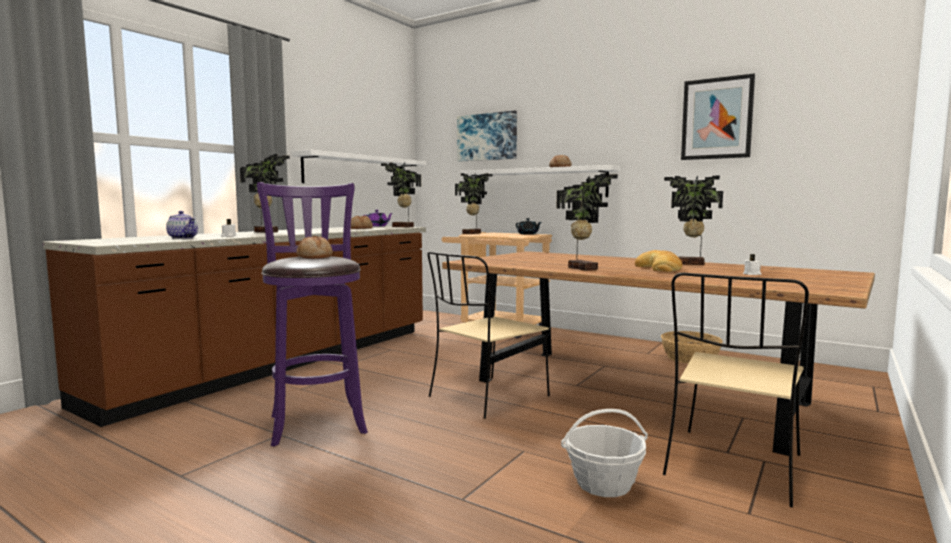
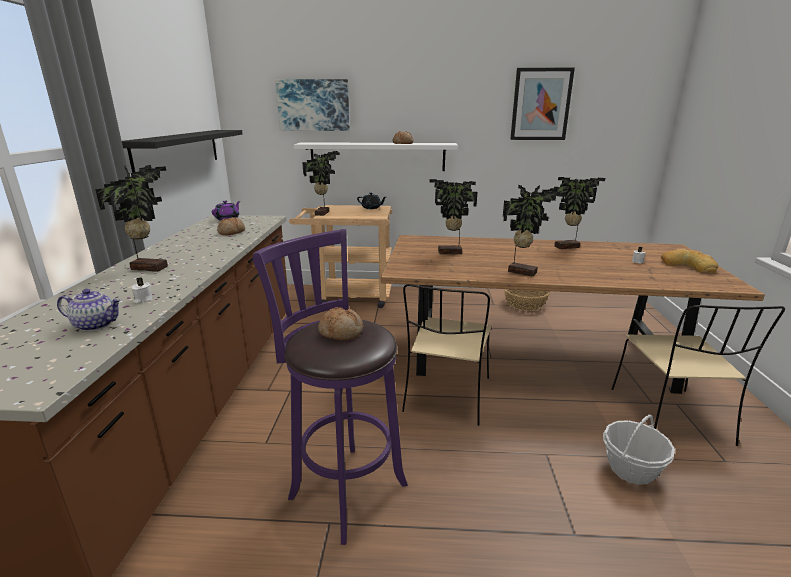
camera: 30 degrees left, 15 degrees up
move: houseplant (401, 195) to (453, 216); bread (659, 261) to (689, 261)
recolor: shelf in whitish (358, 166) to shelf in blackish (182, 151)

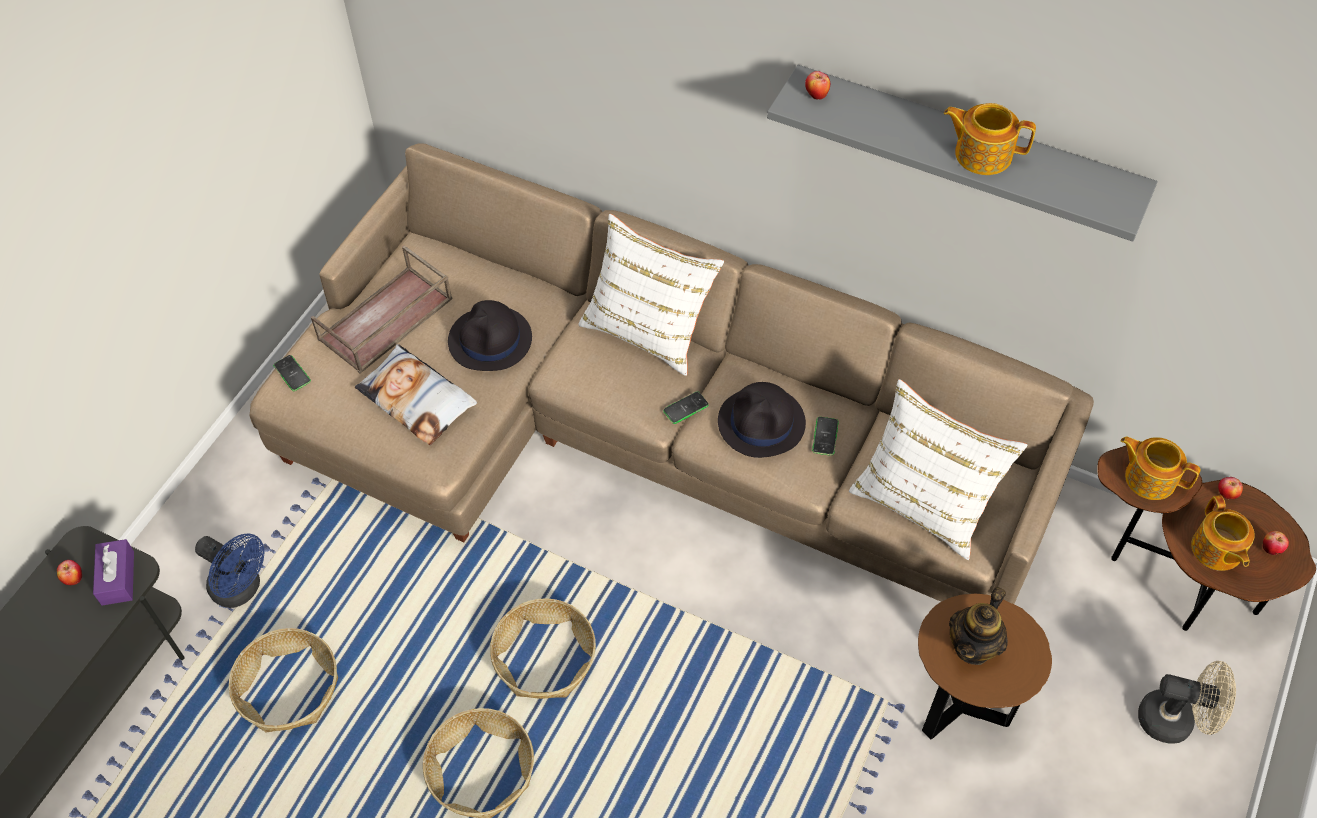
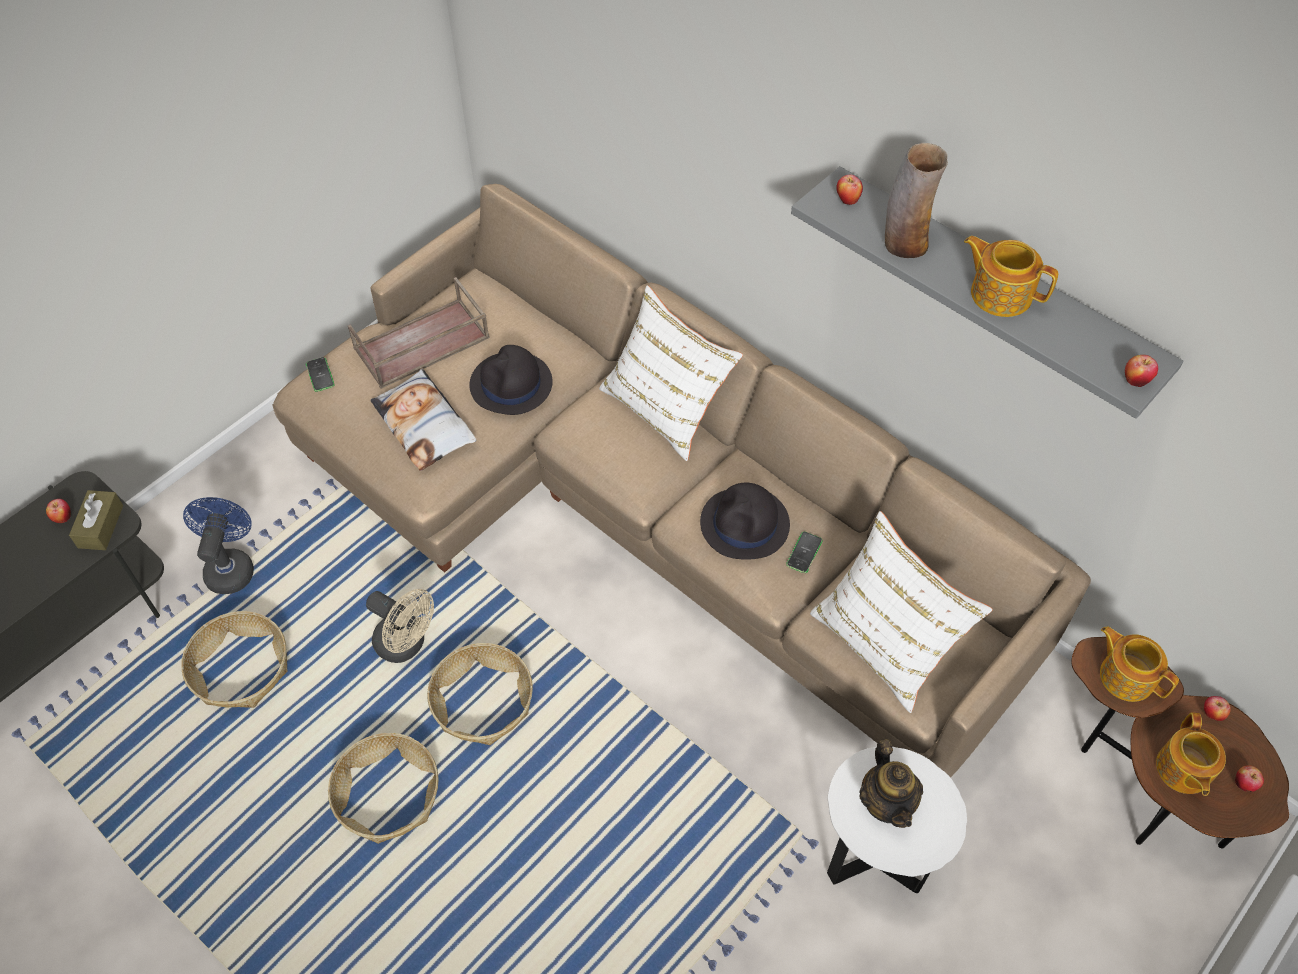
camera: 15 degrees right, 0 degrees up
delete: telephone (686, 407)
insert: flower vase (916, 200); apple (1141, 371)
move: cooling fan in sand-coloured (1187, 702) to (400, 626)
recolor: tissue holder in purple (113, 572) to tissue holder in brown (96, 520); accent table in brown (985, 666) to accent table in whitish (897, 820)
rotate: cooling fan in blue-coloured (229, 570) = (218, 545) 135 degrees counterclockwise; tea pot (978, 626) = (891, 783) 60 degrees counterclockwise

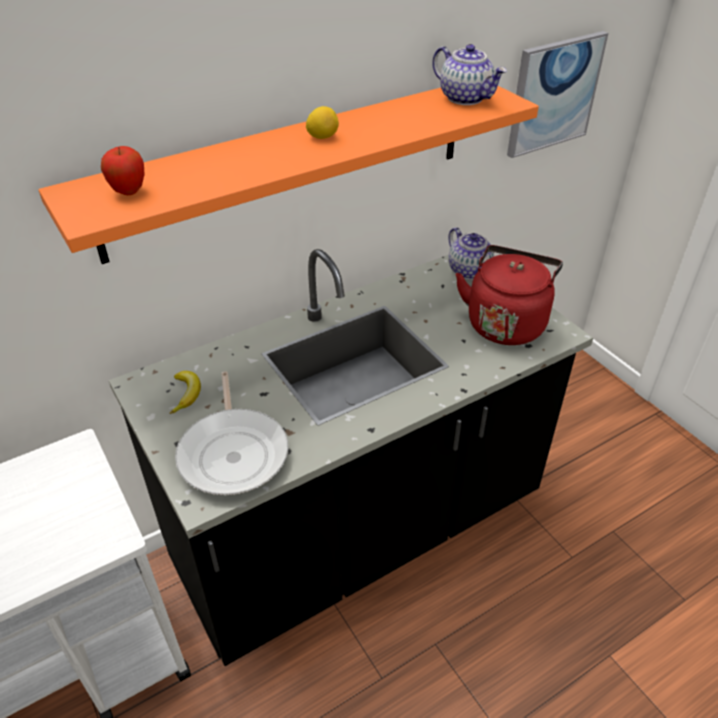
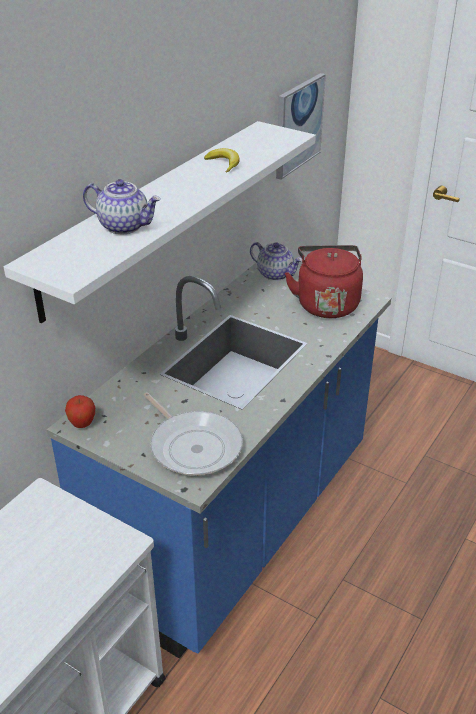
camera: 25 degrees left, 5 degrees down
delete: lemon (322, 122)
move: apple (123, 170) to (80, 411); whole banana (185, 392) to (222, 160); tea pot (469, 74) to (122, 206)
recolor: shelf in orange (288, 175) to shelf in whitish (160, 222); kitchen base unit in blackish (351, 457) to kitchen base unit in blue-coloured (219, 461)

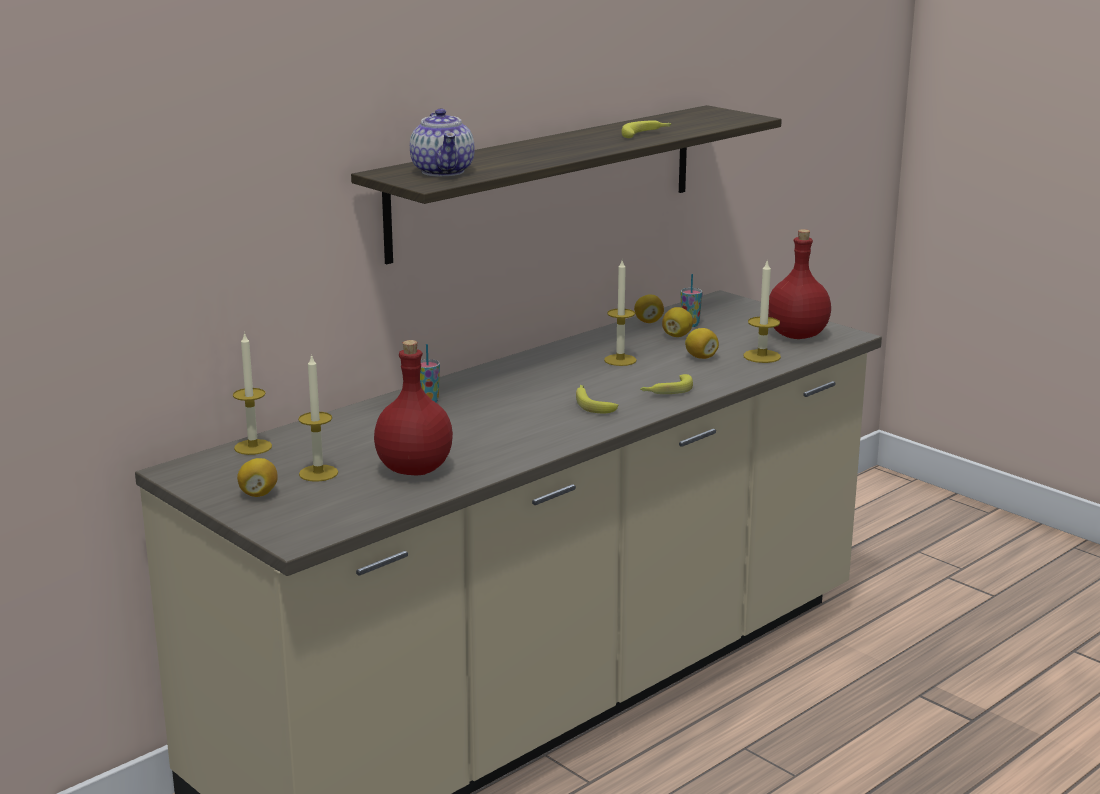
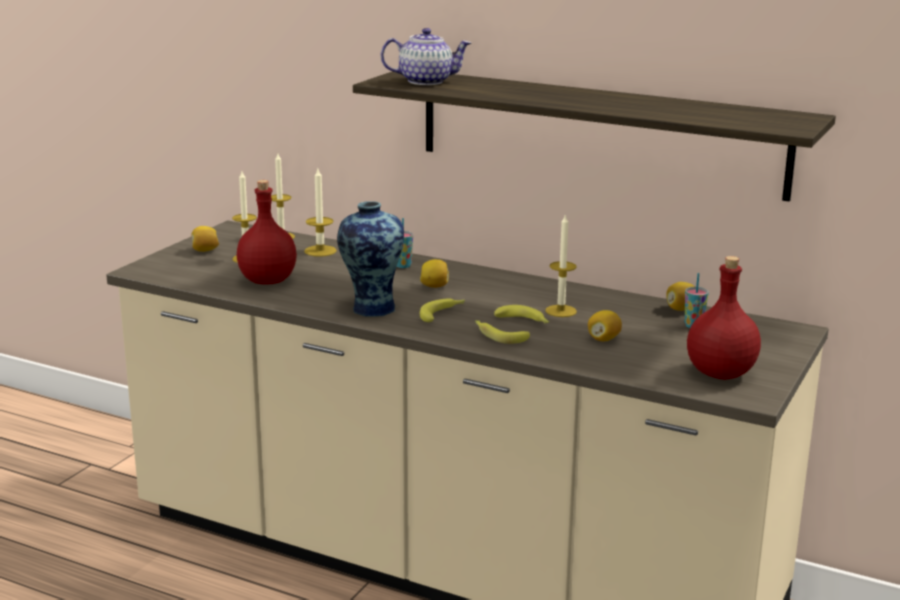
camera: 70 degrees right, 0 degrees up
insert: flower vase (370, 259)
move: whole banana (646, 129) to (521, 314); lemon (677, 322) to (434, 273); wax light (762, 312) to (320, 213)
rotate: tea pot (442, 142) = (426, 56) 150 degrees counterclockwise

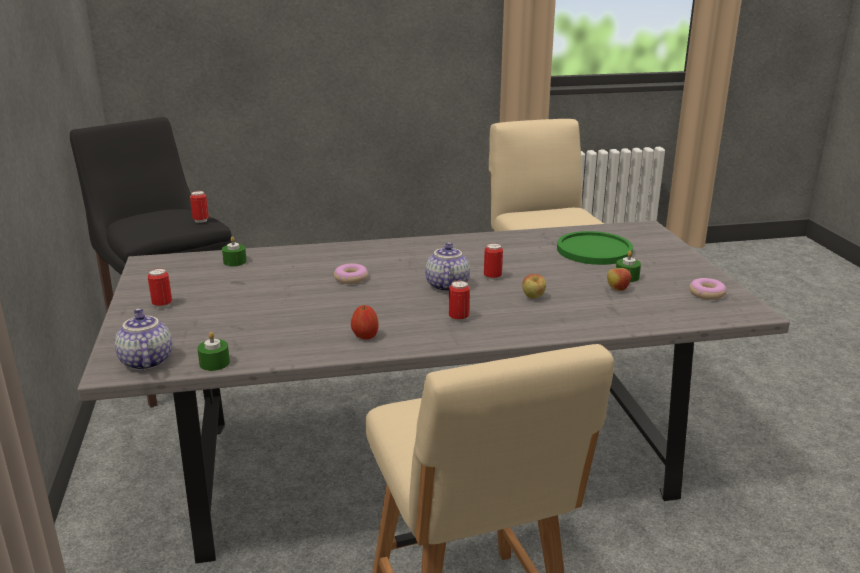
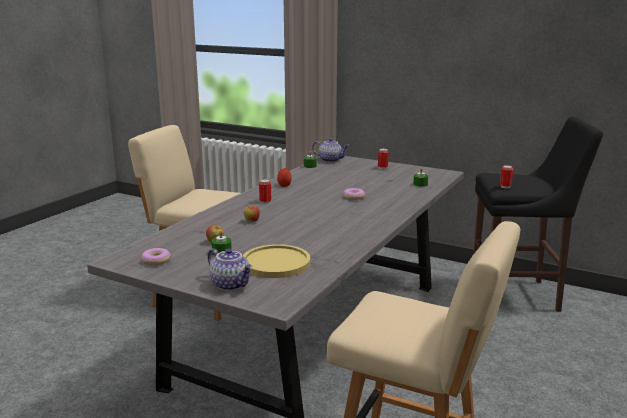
camera: 130 degrees right, 5 degrees down
delete: metal can (493, 262)
move: tea pot (447, 267) to (230, 269)
recolor: flat dish in green (595, 248) to flat dish in yellow (276, 261)

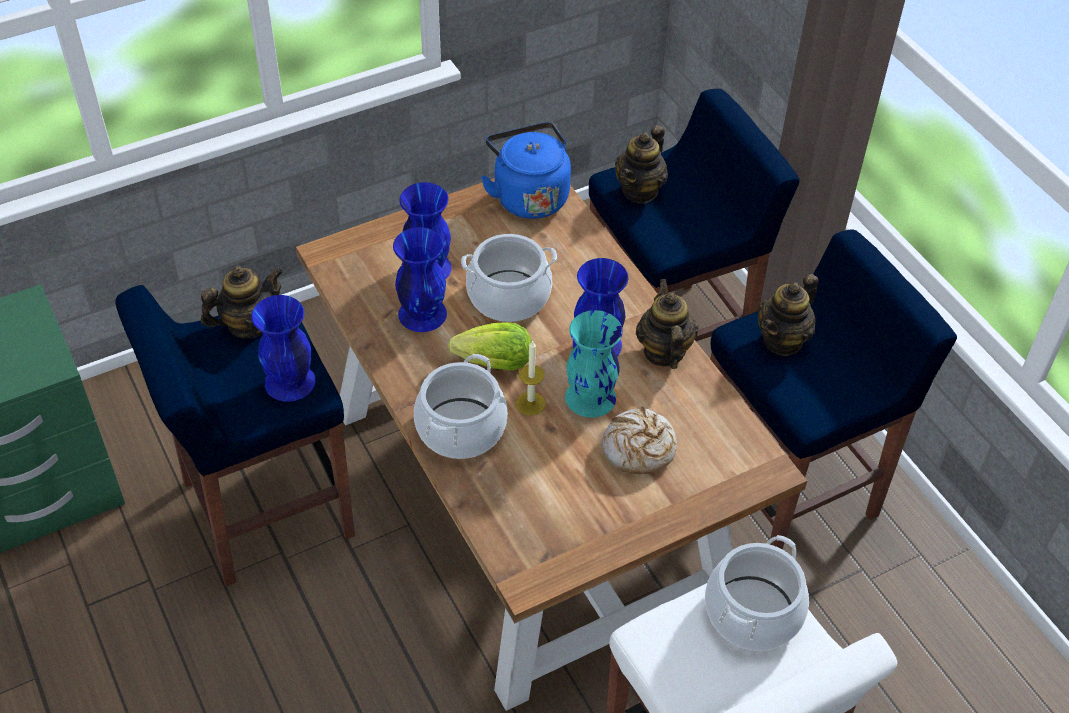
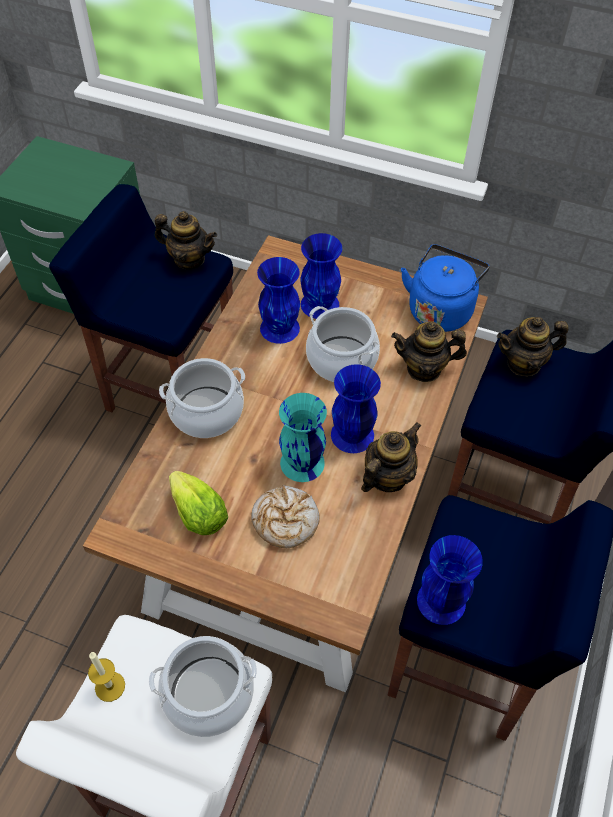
camera: 50 degrees right, 5 degrees up
move: flower vase in blue-coloured (283, 348) to (450, 580); lettuce (489, 346) to (198, 503); wax light (531, 377) to (106, 677); tea pot (788, 315) to (429, 352)

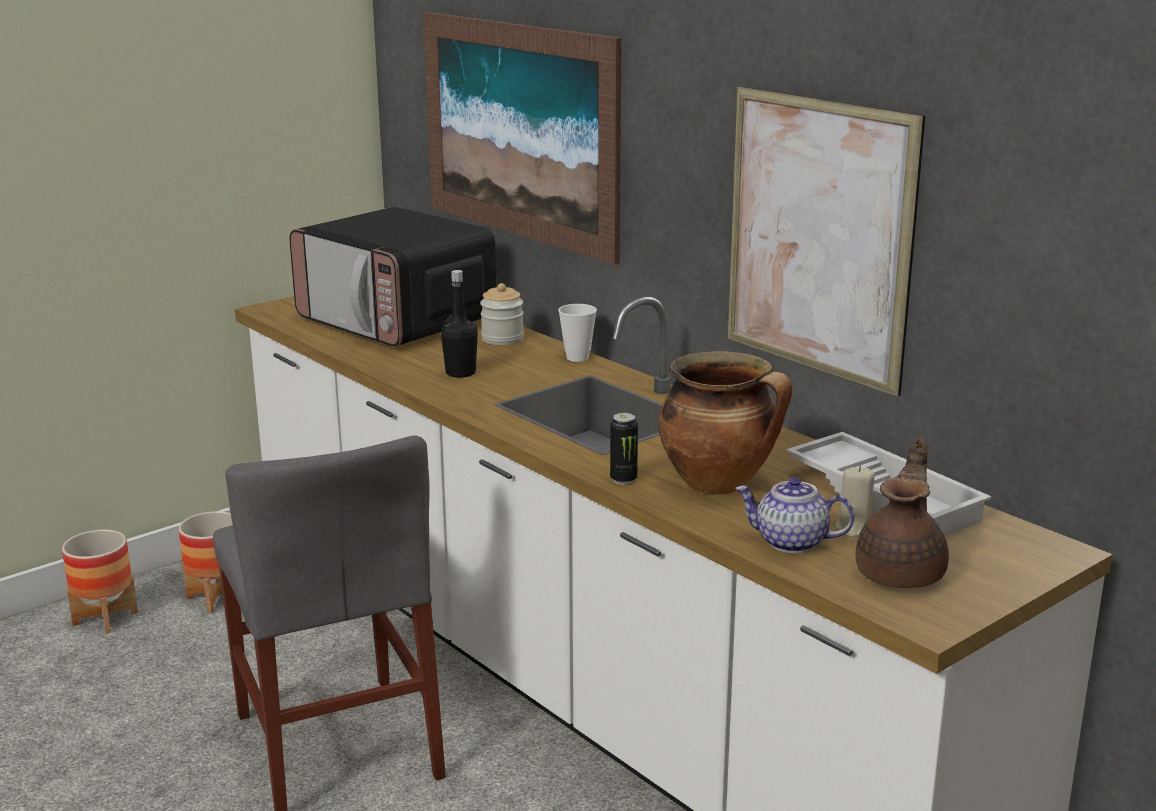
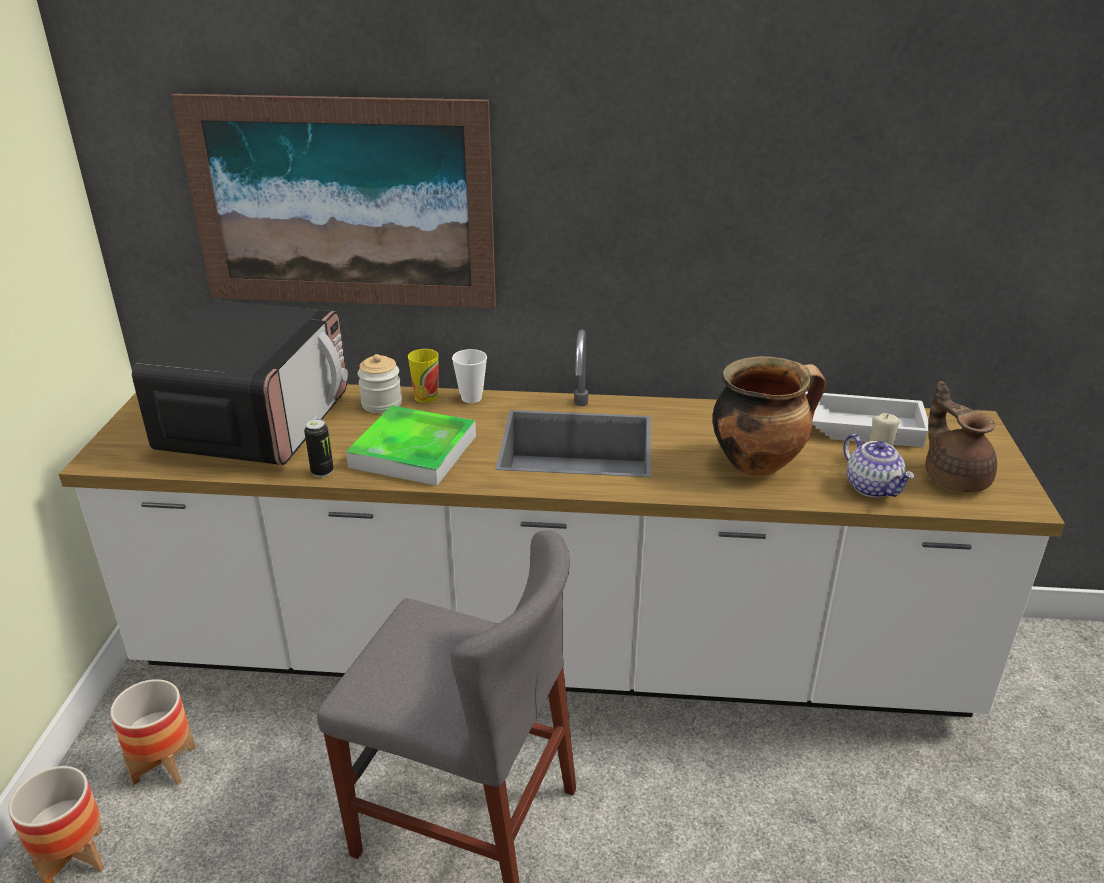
camera: 45 degrees left, 10 degrees up
delete: wall picture (826, 241)
insert: cup (423, 376)
move: metal can (624, 449) to (319, 448)
replace: bottle in blackish (459, 324) to serving tray (411, 446)
rotate: microwave oven (393, 277) = (240, 382) 75 degrees counterclockwise; tea pot (794, 515) = (878, 466) 90 degrees counterclockwise

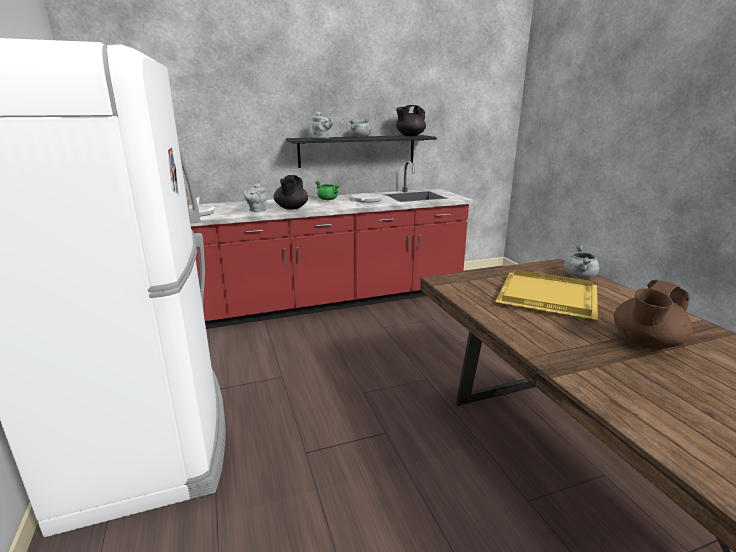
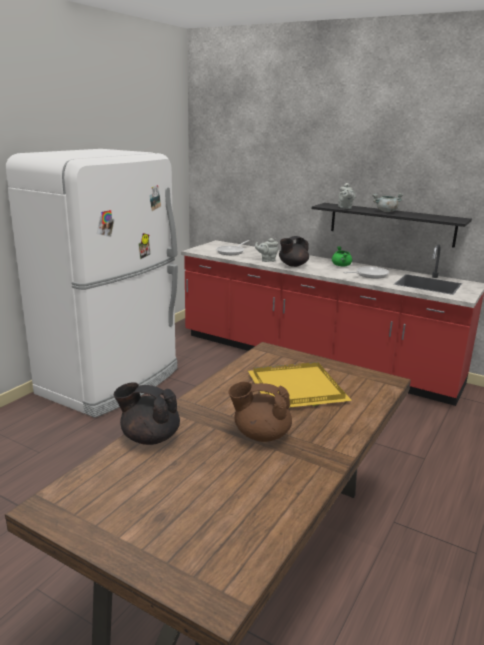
camera: 50 degrees right, 0 degrees up
delete: stockpot in greyish (582, 261)
move: tea pot in blackish (411, 120) to (146, 414)

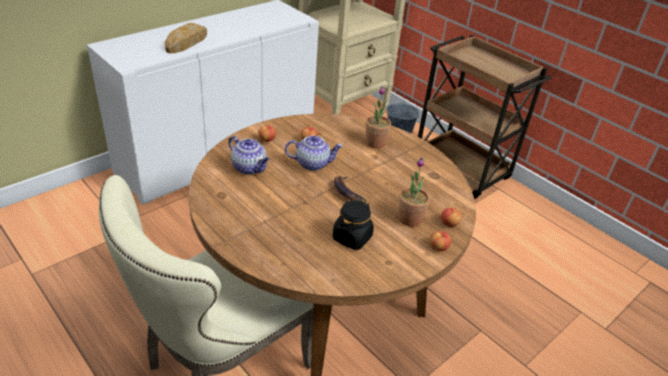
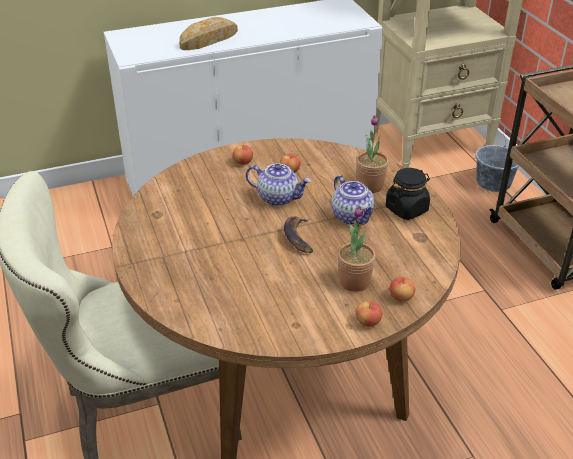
camera: 25 degrees right, 0 degrees up
move: tea pot (249, 155) to (352, 200); preserve jar in blackish (353, 225) to (408, 194)

